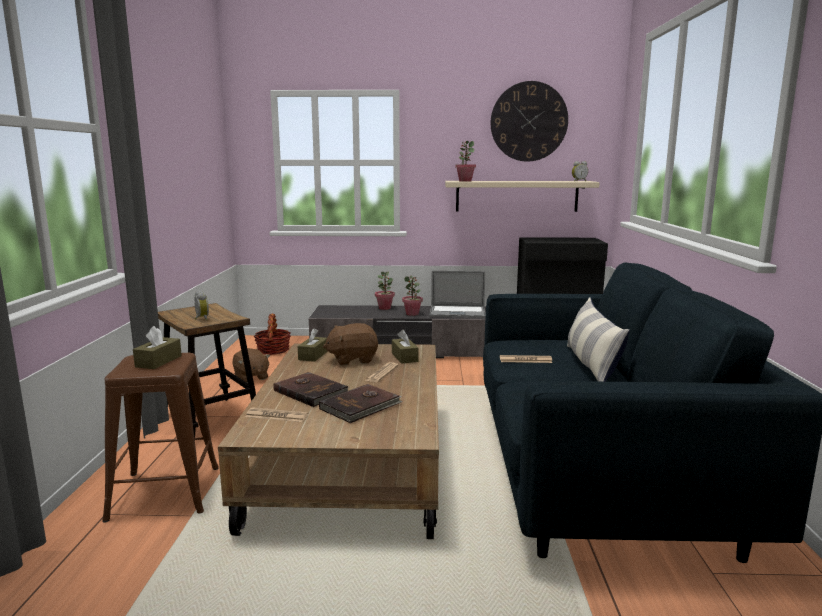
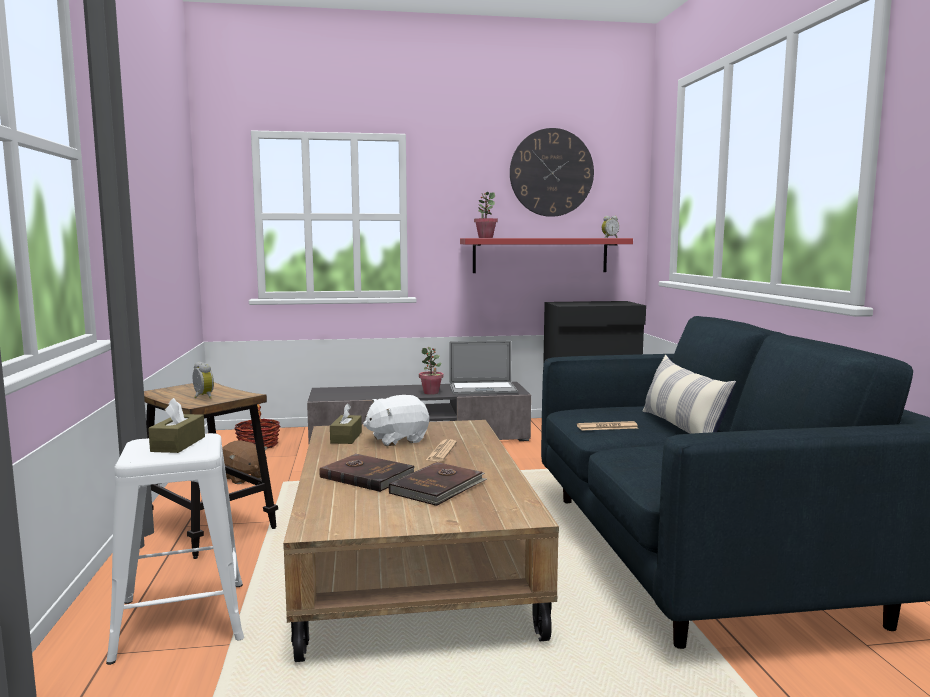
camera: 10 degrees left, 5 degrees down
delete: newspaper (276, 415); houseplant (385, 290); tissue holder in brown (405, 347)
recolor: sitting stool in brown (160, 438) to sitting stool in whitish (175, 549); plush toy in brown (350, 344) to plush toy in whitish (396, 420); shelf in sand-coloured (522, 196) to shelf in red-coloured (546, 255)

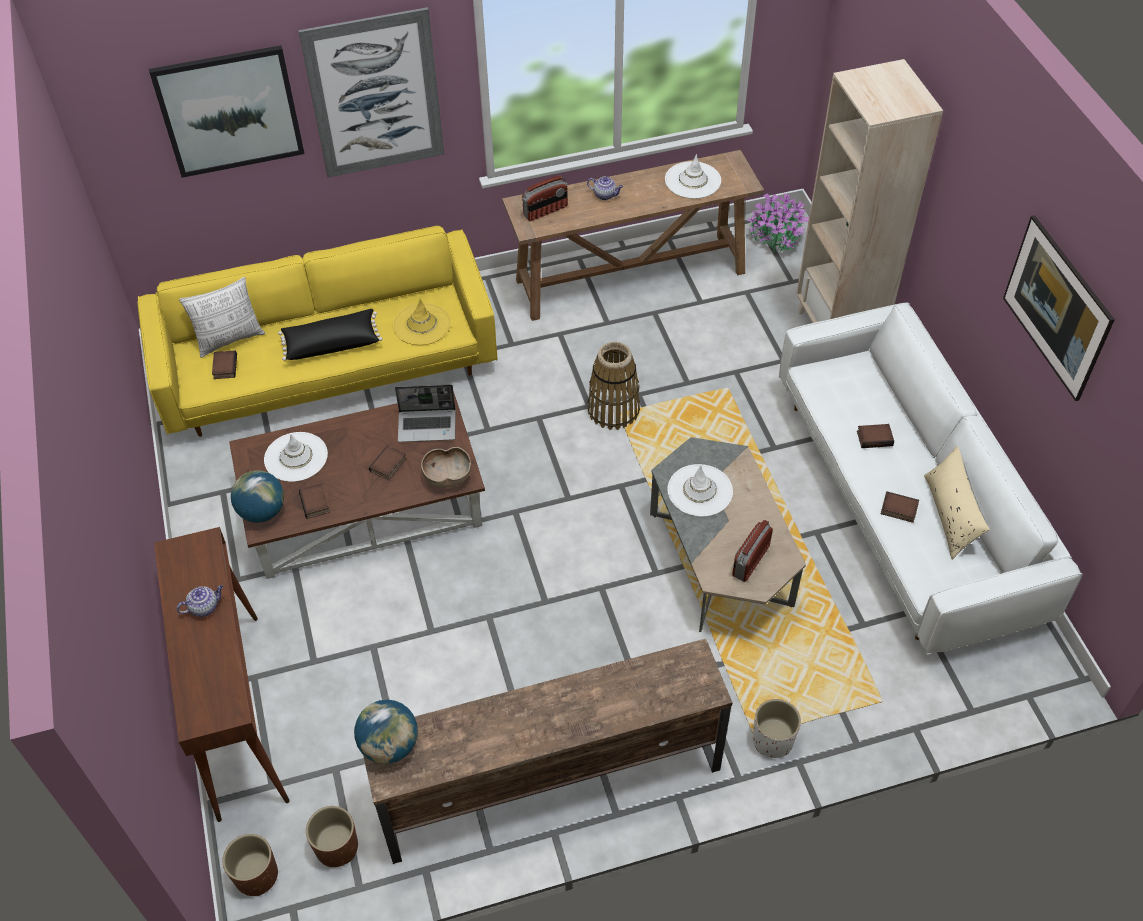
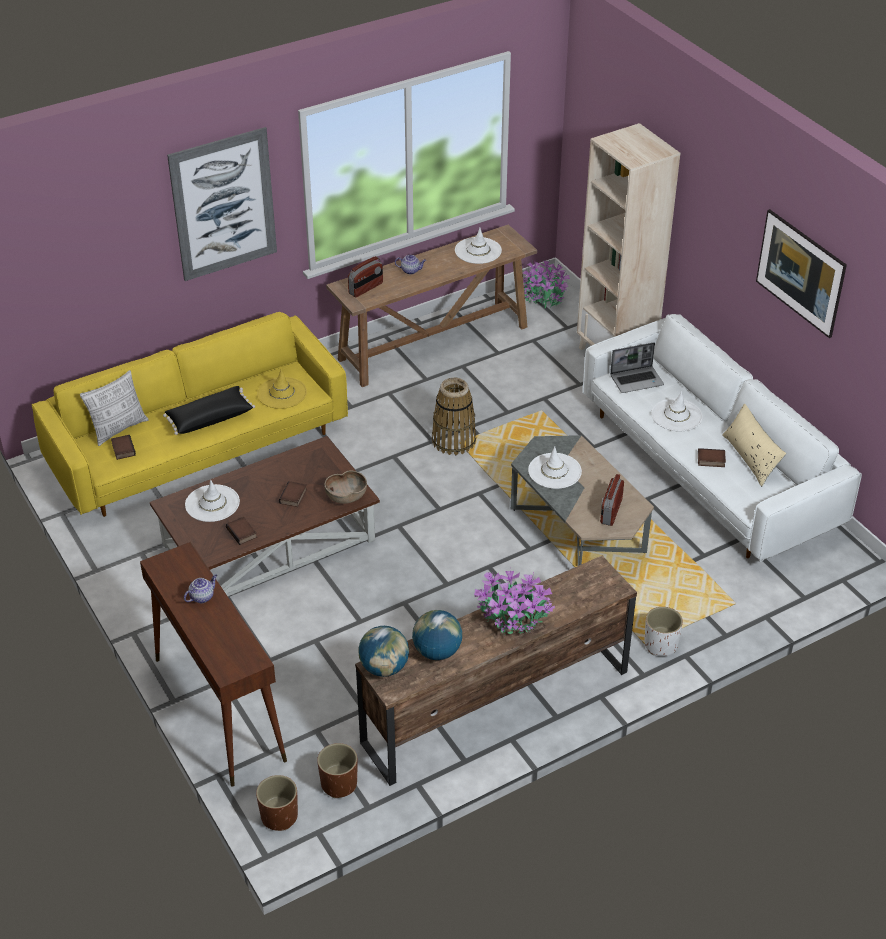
camera: 15 degrees left, 10 degrees down
delete: wall picture (227, 111)
insert: houseplant (514, 603)
move: world globe (257, 496) to (437, 635); notebook computer (425, 413) to (637, 367)
replace: volume (875, 436) to wearable hat in whitish (677, 411)

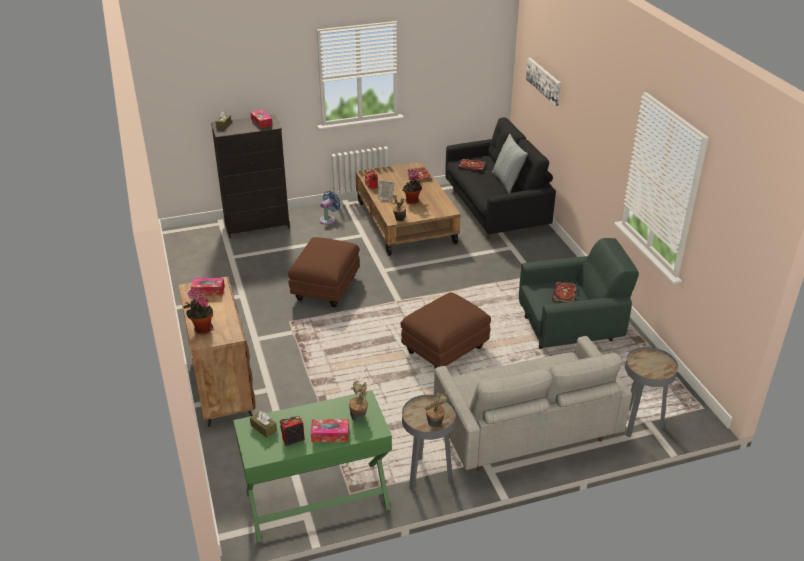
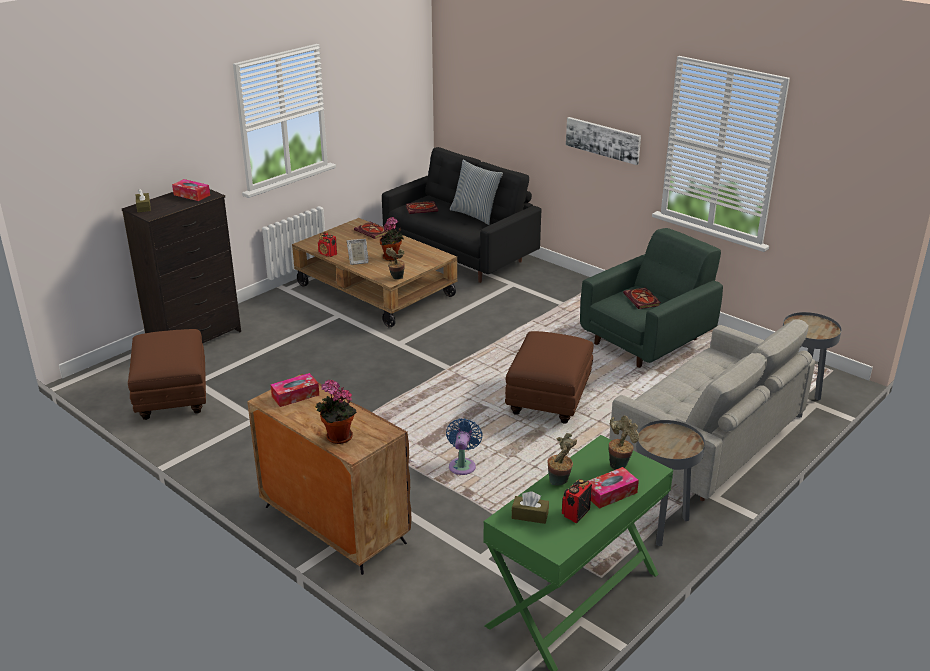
camera: 30 degrees left, 5 degrees down
move: pouffe in brown (324, 272) to (167, 374); cooling fan in blue-coloured (330, 208) to (464, 446); houseplant (436, 409) to (562, 459); wall picture (543, 82) to (603, 141)

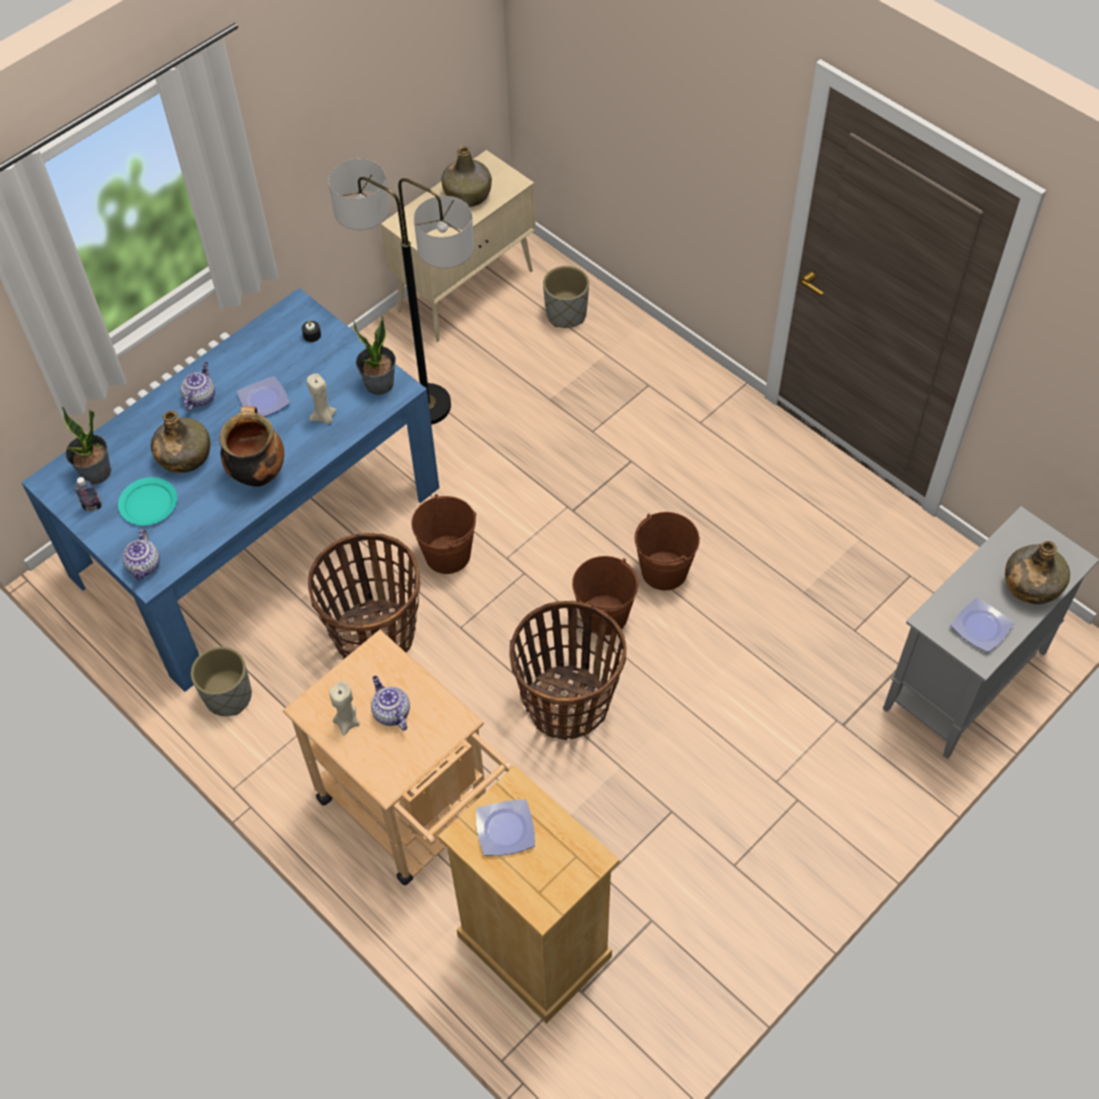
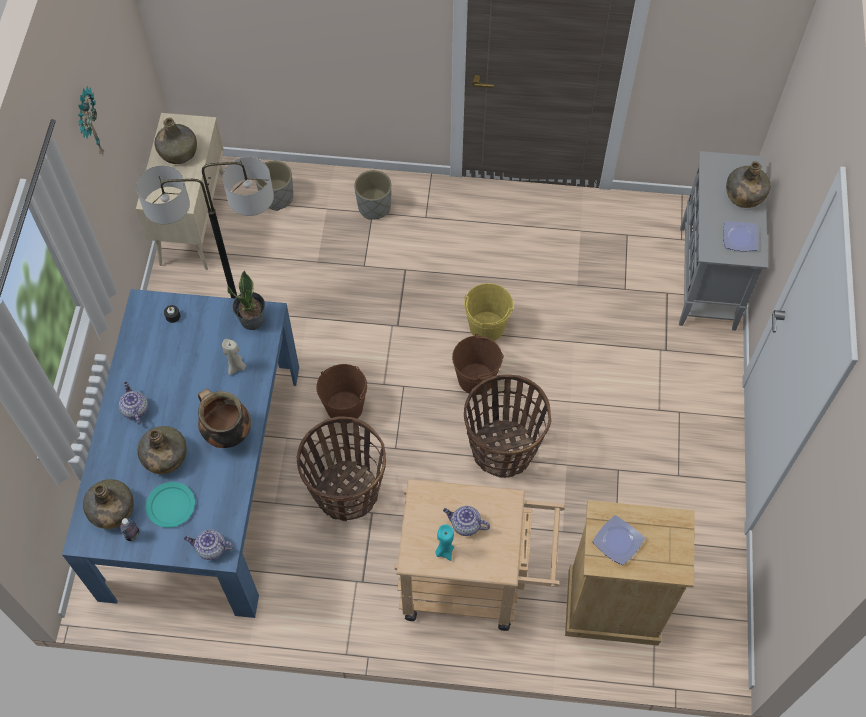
camera: 40 degrees left, 5 degrees up
delete: flat dish (263, 396)
insert: hanging clock (91, 120)
move: plant pot in greyish (221, 681) to (373, 195)
replace: houseplant (86, 445) to bottle in green (108, 504)
recolor: wax light in sand-coloured (344, 708) to wax light in blue-green (444, 542); pail in brown (667, 551) to pail in yellow (488, 312)
rotate: tea pot (141, 554) = (209, 544) 135 degrees clockwise

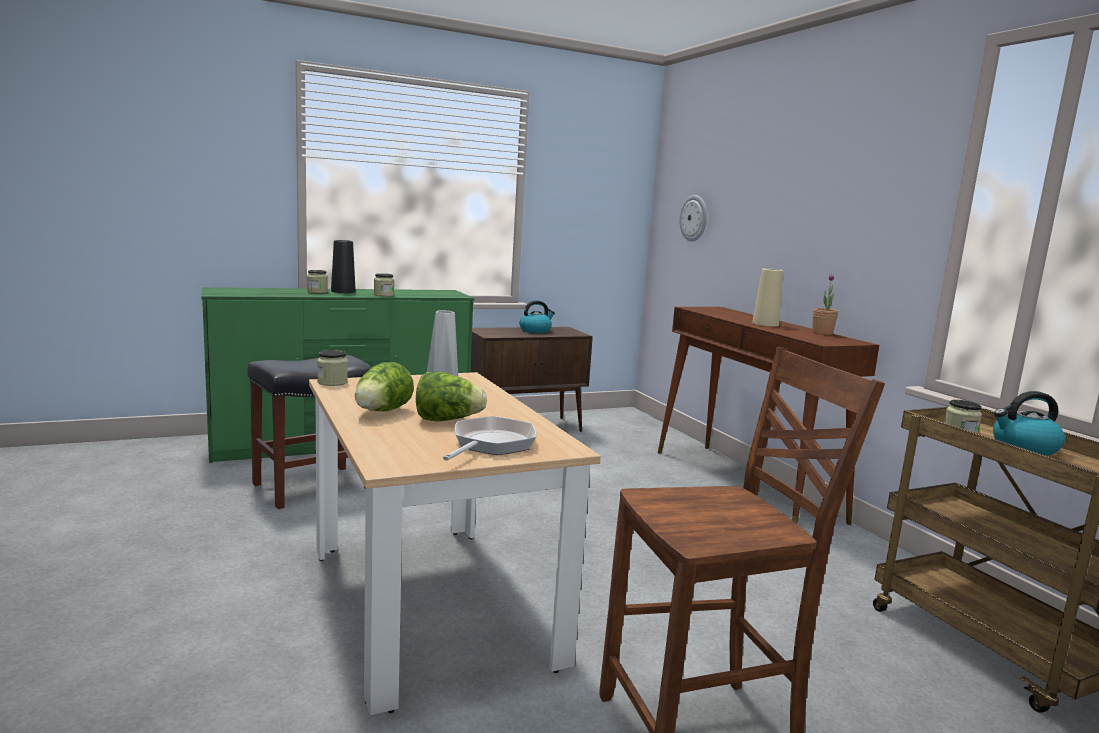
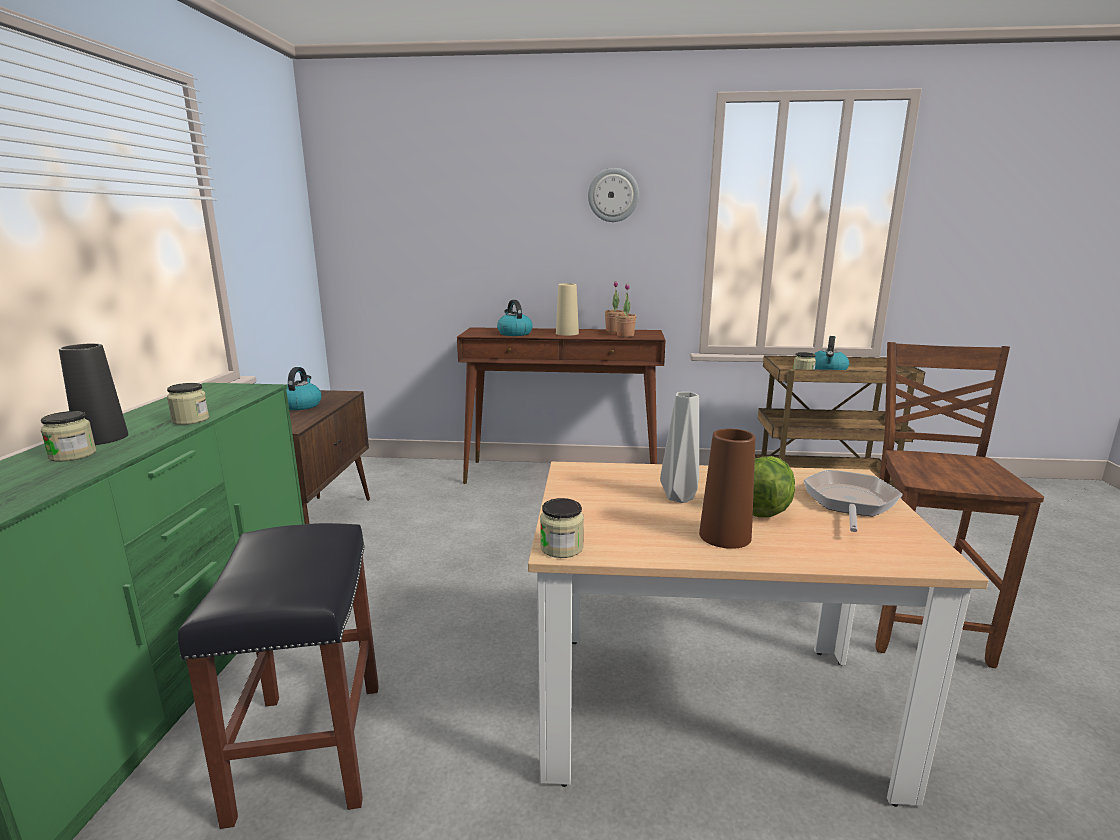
camera: 60 degrees left, 5 degrees up
insert: kettle (515, 318); houseplant (626, 310)
move: hanging clock (693, 218) to (613, 195)
replace: lettuce (384, 386) to flower vase in brown (727, 489)
rotate: skillet (490, 438) = (853, 501) 60 degrees clockwise

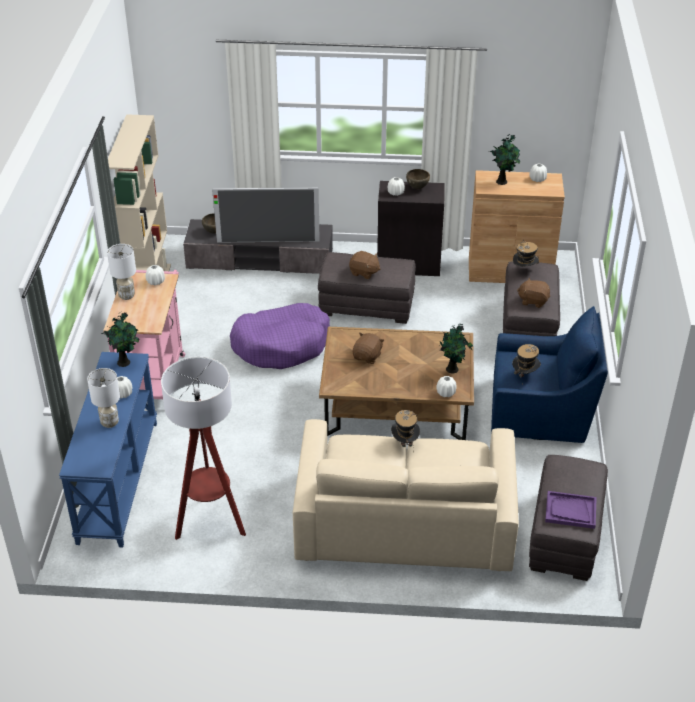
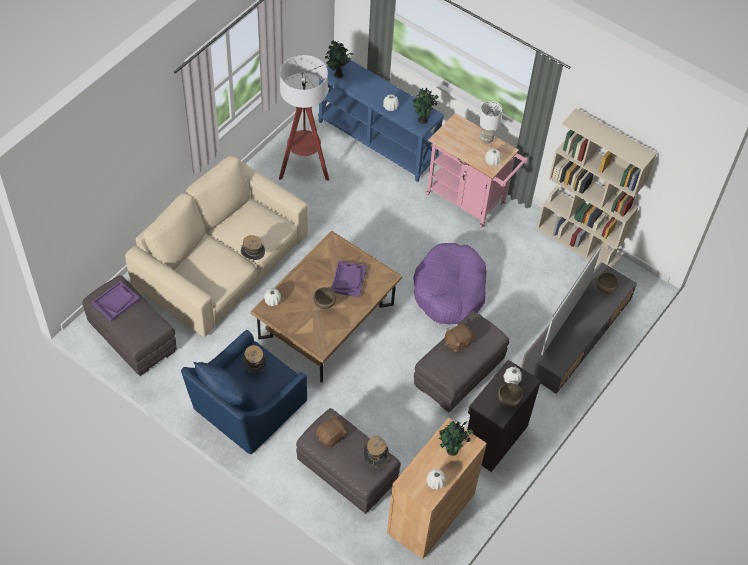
camera: 120 degrees right, 15 degrees up
delete: lamp for a table in whitish (103, 398)
insert: bowl in brown (324, 298)
move: houseplant (456, 348) to (339, 59)
replace: plush toy in brown (368, 348) to serving tray in purple (349, 279)

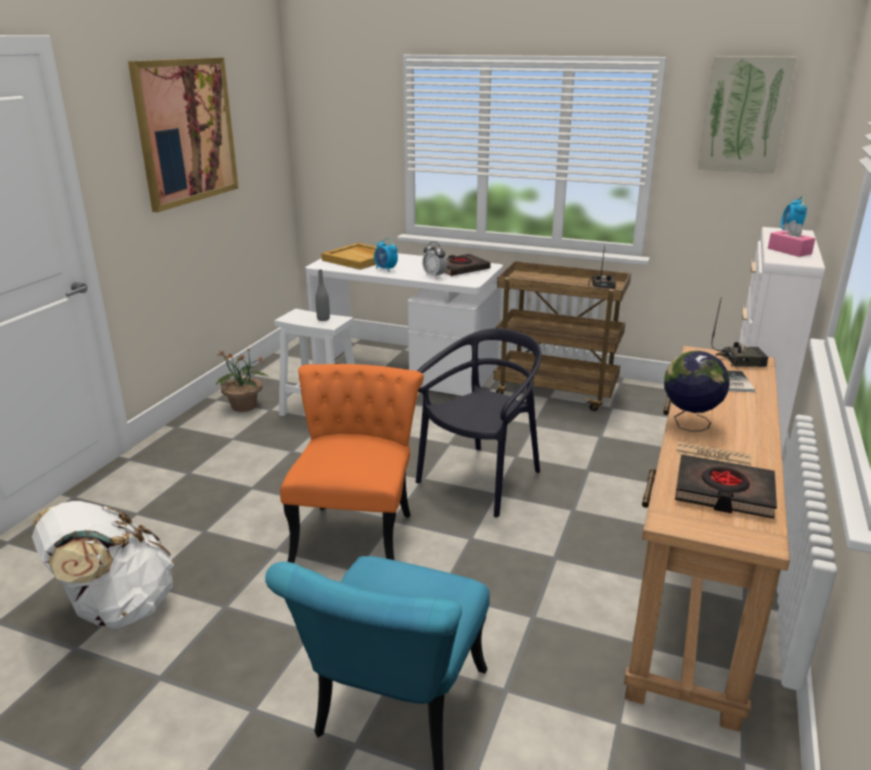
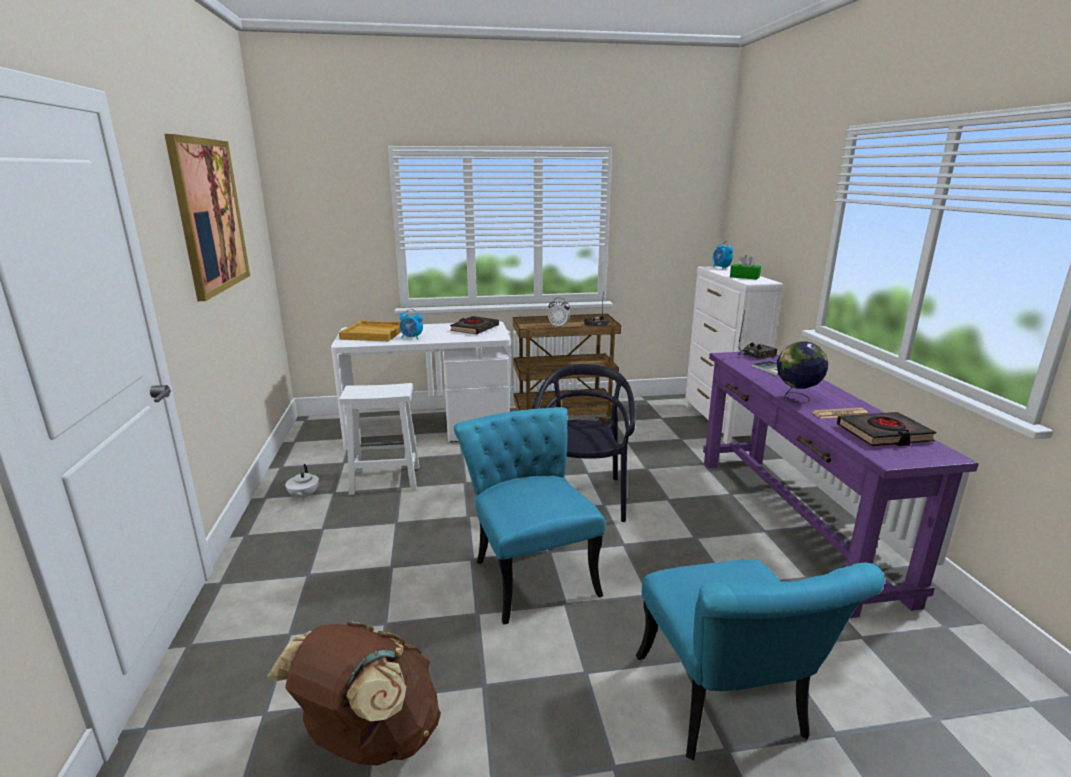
camera: 30 degrees left, 5 degrees down
delete: bottle in greyish (322, 295); wall picture (747, 115)
move: alarm clock (434, 260) to (559, 312)
replace: houseplant (241, 380) to tea pot in whitish (302, 482)
recolor: knapsack in whitish (103, 565) to knapsack in brown (354, 693); upright chair in orange (352, 463) to upright chair in blue-green (529, 516); hall table in brown (707, 539) to hall table in purple (841, 485); tissue holder in pink-coloured (791, 238) to tissue holder in green (745, 267)

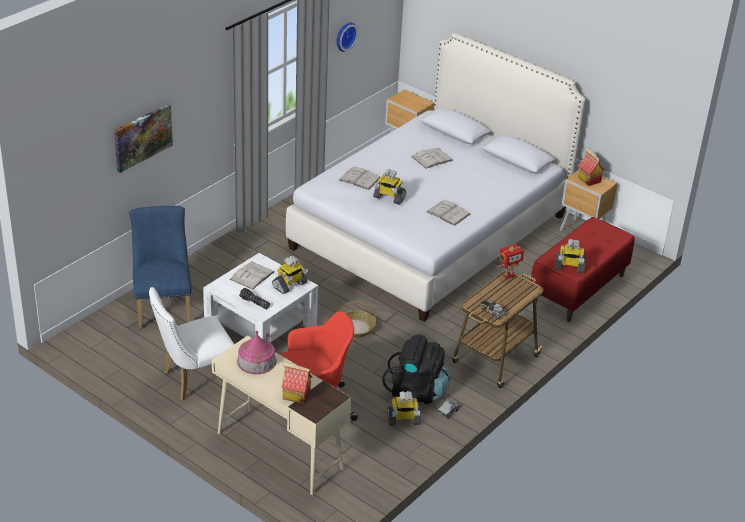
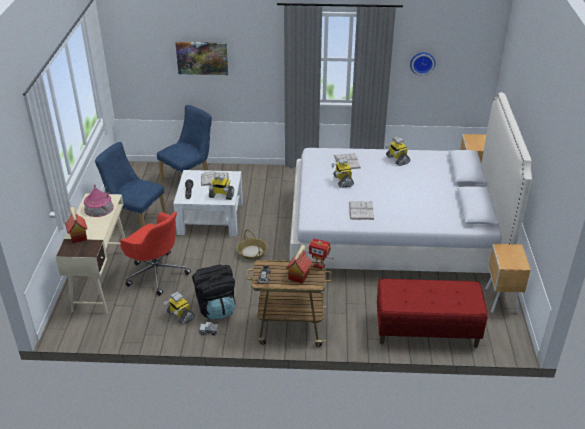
camera: 55 degrees right, 0 degrees up
delete: volume in whitish (432, 158)
move: robot figure (570, 256) to (397, 151); model house (591, 167) to (299, 264)
recolor: upright chair in whitish (191, 343) to upright chair in blue-coloured (130, 184)

